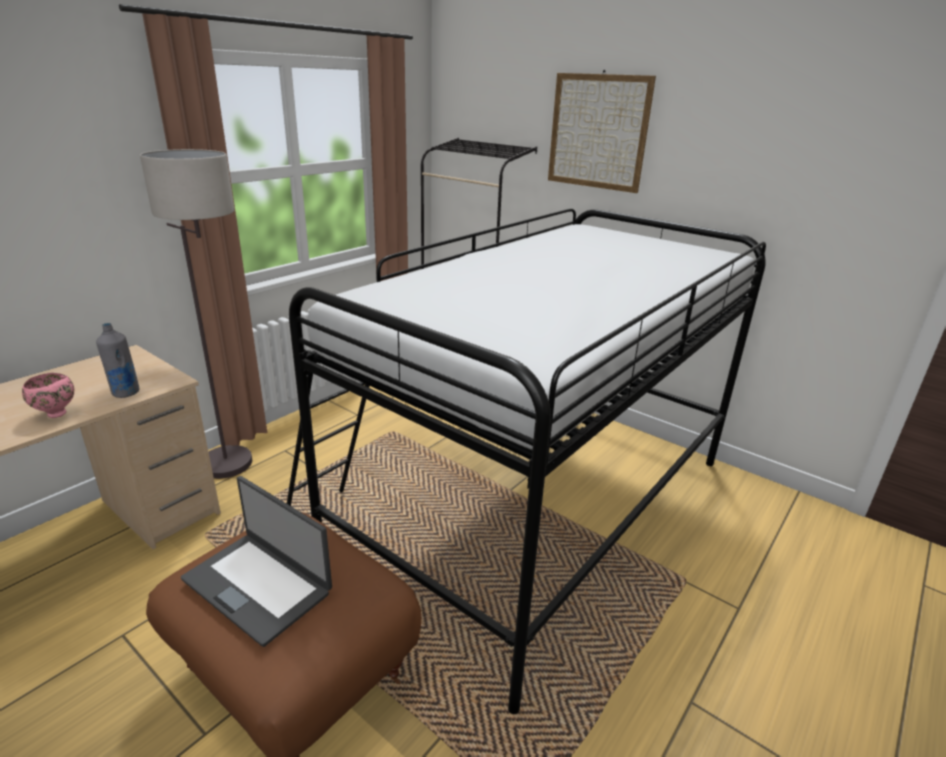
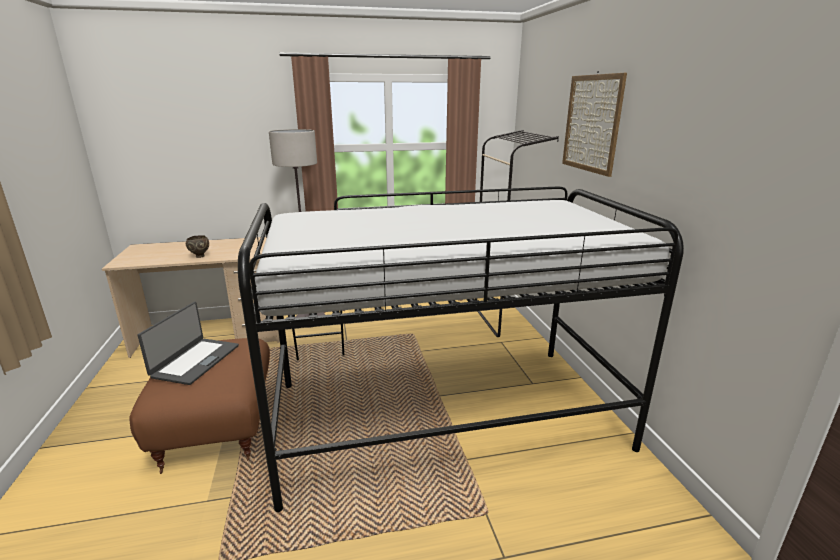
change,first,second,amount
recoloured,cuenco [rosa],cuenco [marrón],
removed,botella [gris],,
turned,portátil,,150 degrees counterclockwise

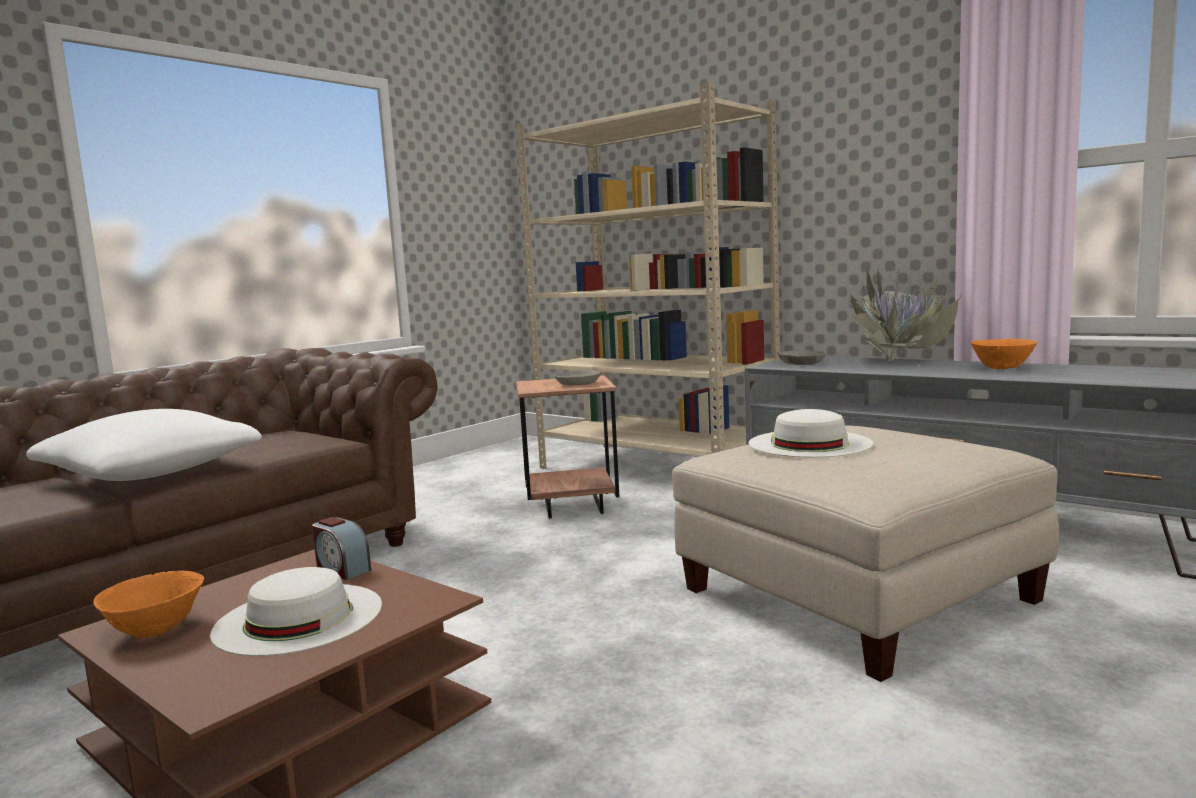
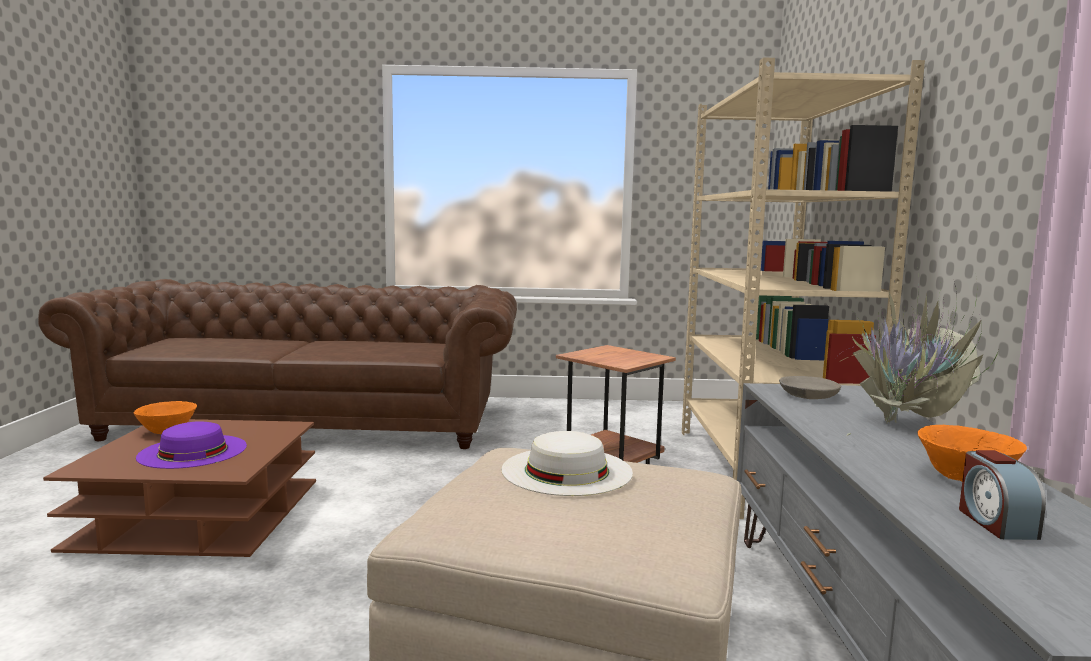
change,first,second,amount
removed,cojín [blanco],,
recoloured,sombrero [blanco] (1st from left),sombrero [morado],
moved,despertador,,
removed,cuenco [gris] (1st from left),,

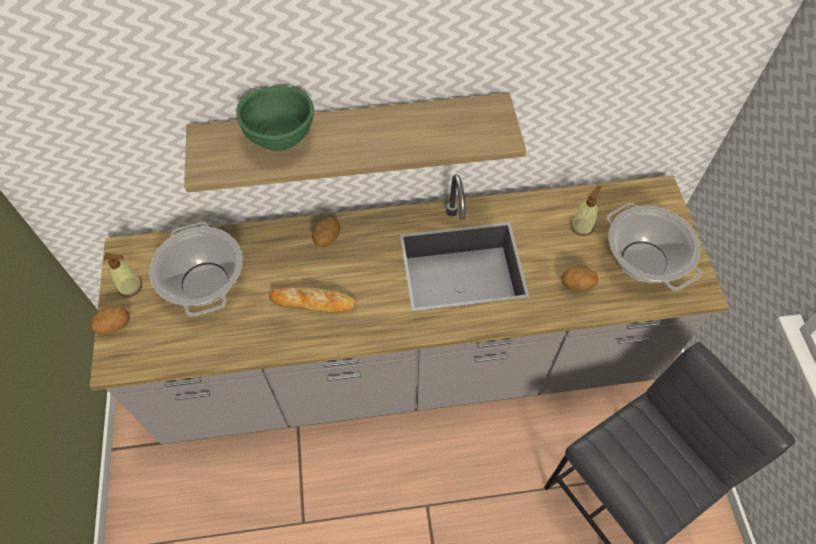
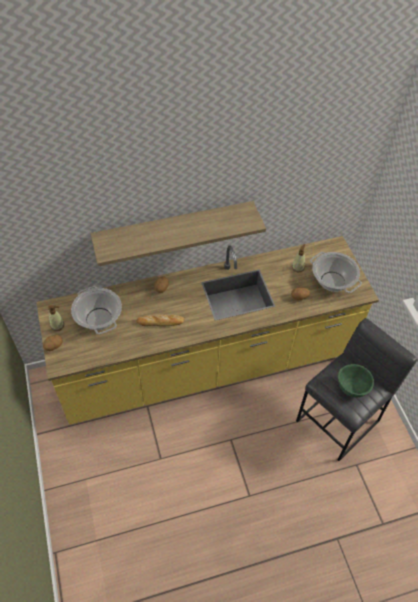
change,first,second,amount
recoloured,mueble bajo de cocina [gris],mueble bajo de cocina [amarillo],
moved,cuenco [verde],,

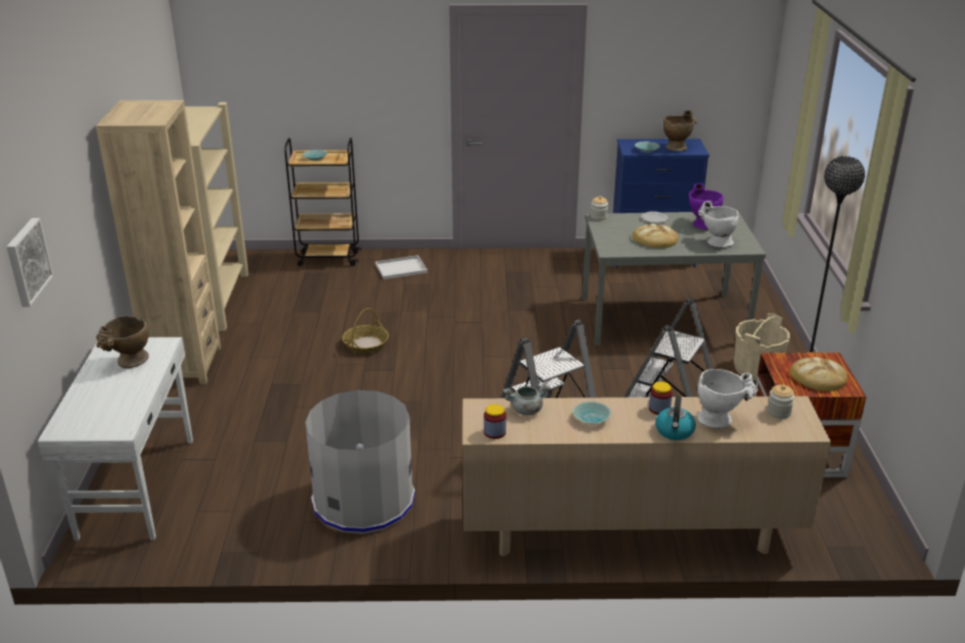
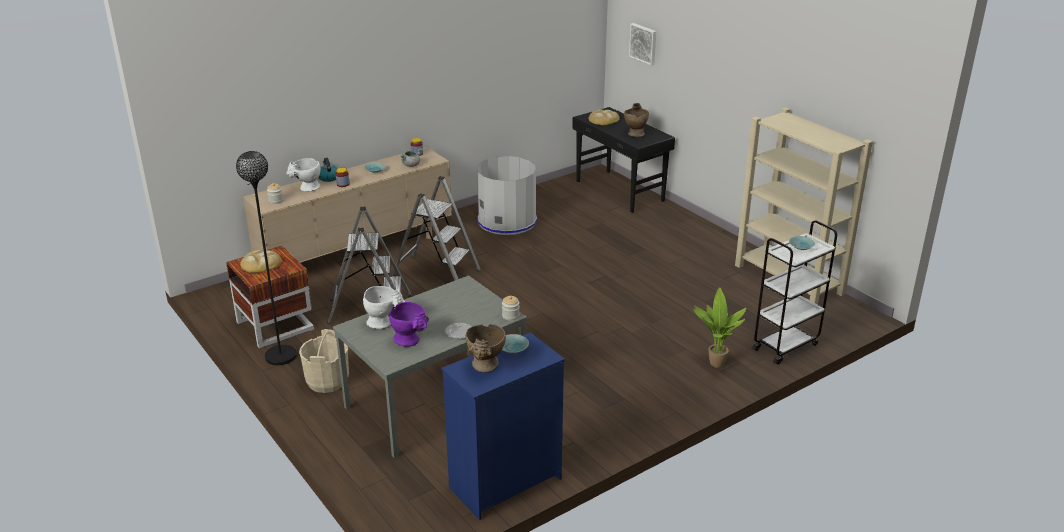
change,first,second,amount
recoloured,mesa consola [blanco],mesa consola [negro],
removed,estantería [beis] (1st from left),,
recoloured,carrito [marrón],carrito [blanco],
removed,cesta,,
replaced,bandeja [blanco],planta en maceta,
moved,pan (1st from left in the first image),pan (2nd from left),

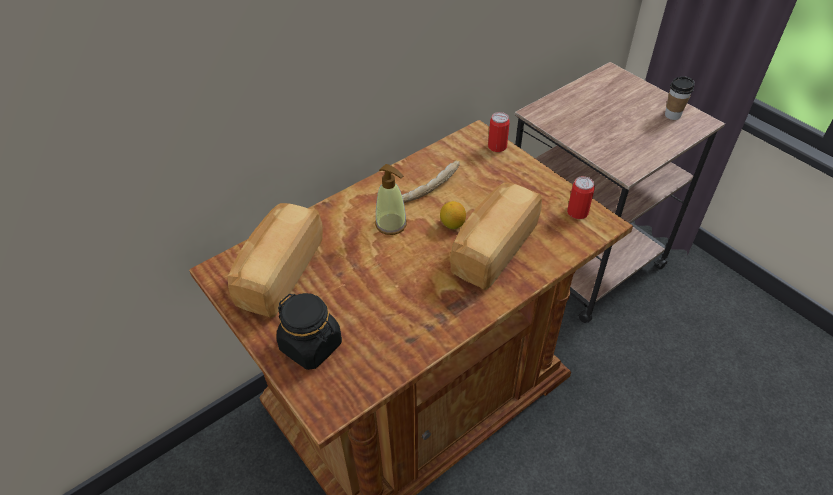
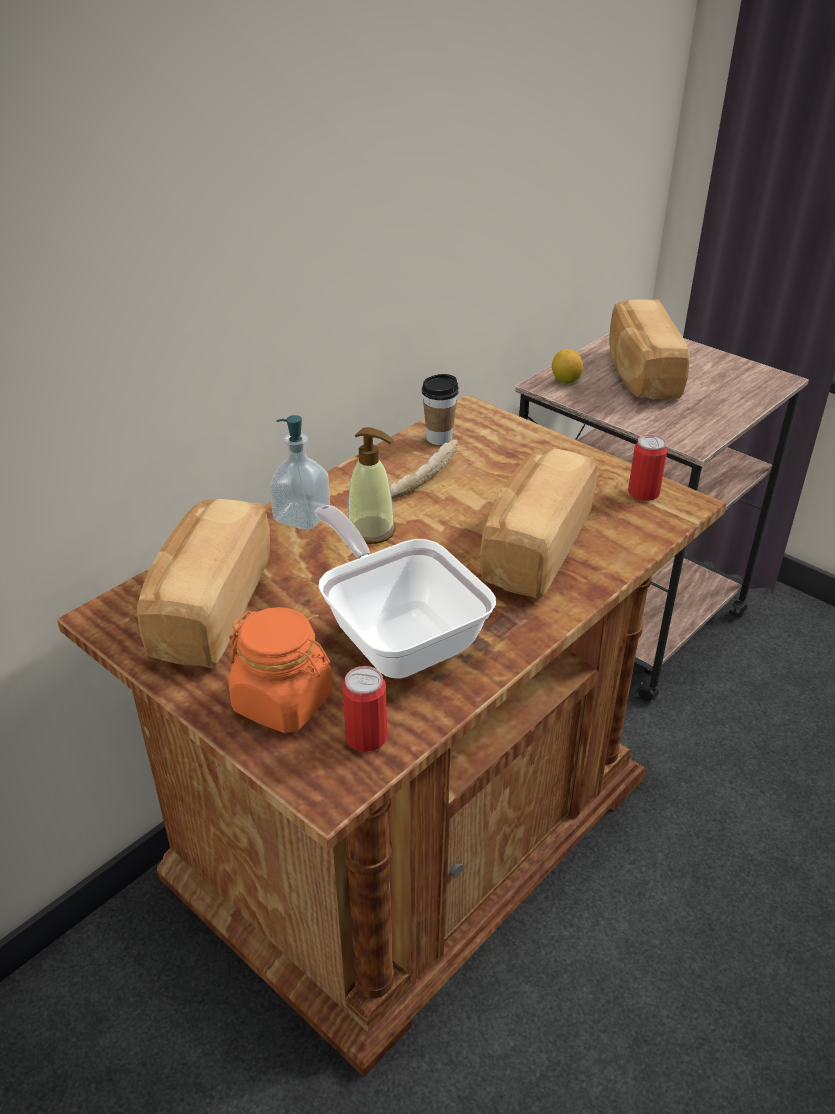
change,first,second,amount
recoloured,tarro [negro],tarro [naranja],
moved,limón,,
moved,lata (1st from left),,
moved,taza,,
added,,dispensador de jabón (1st from left),
added,,sartén,
added,,pan (4th from left),

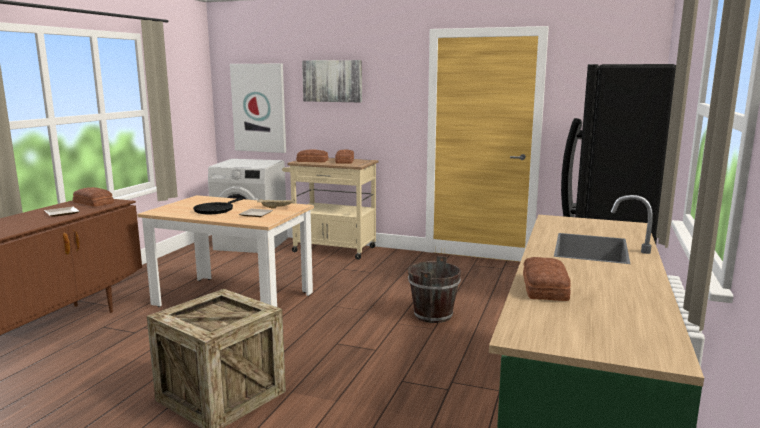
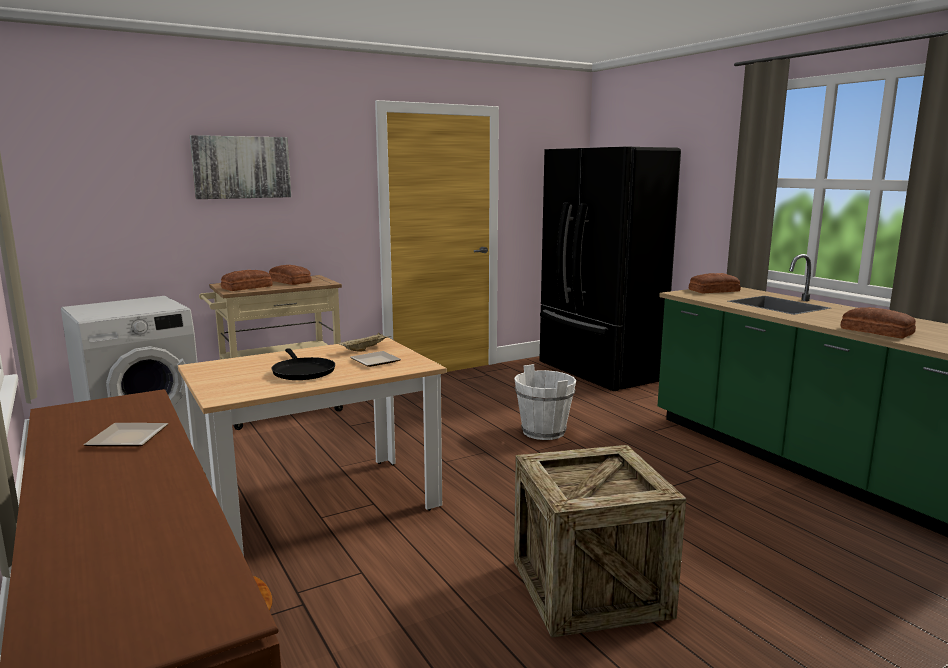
change,first,second,amount
moved,pan (1st from left in the first image),pan (3rd from left),
removed,cuadro (1st from left),,
recoloured,cubo [marrón],cubo [blanco],

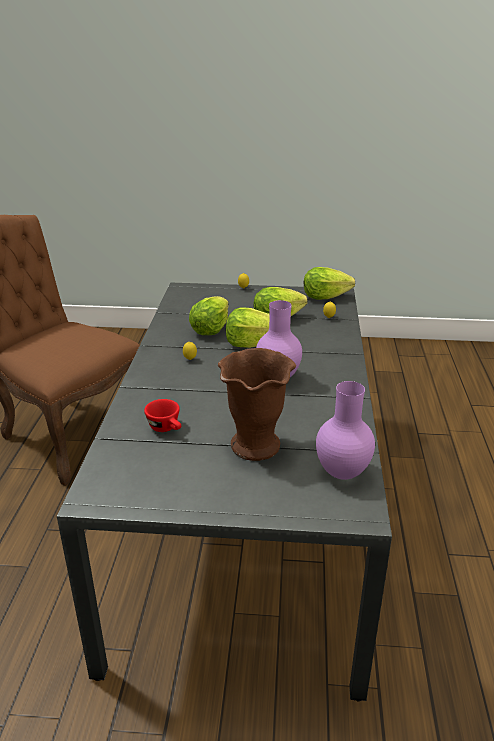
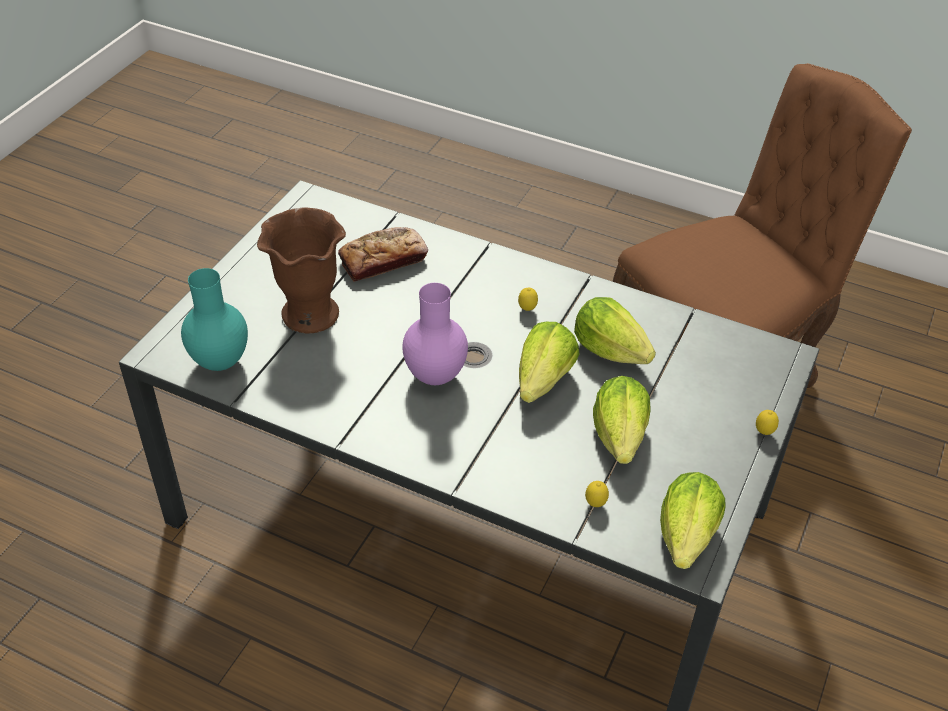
change,first,second,amount
replaced,taza [rojo],pan,
recoloured,florero [morado] (2nd from left),florero [turquesa],

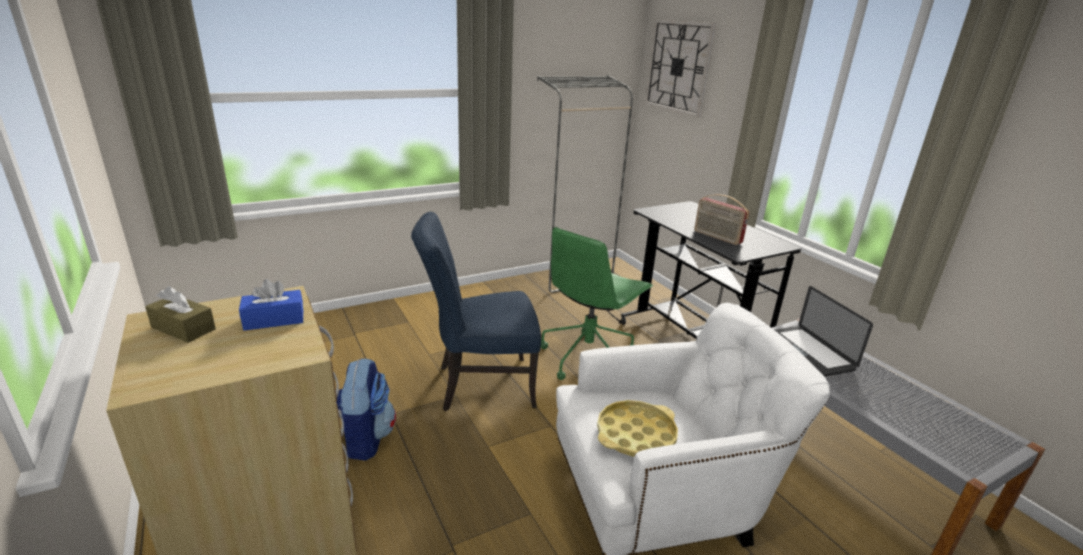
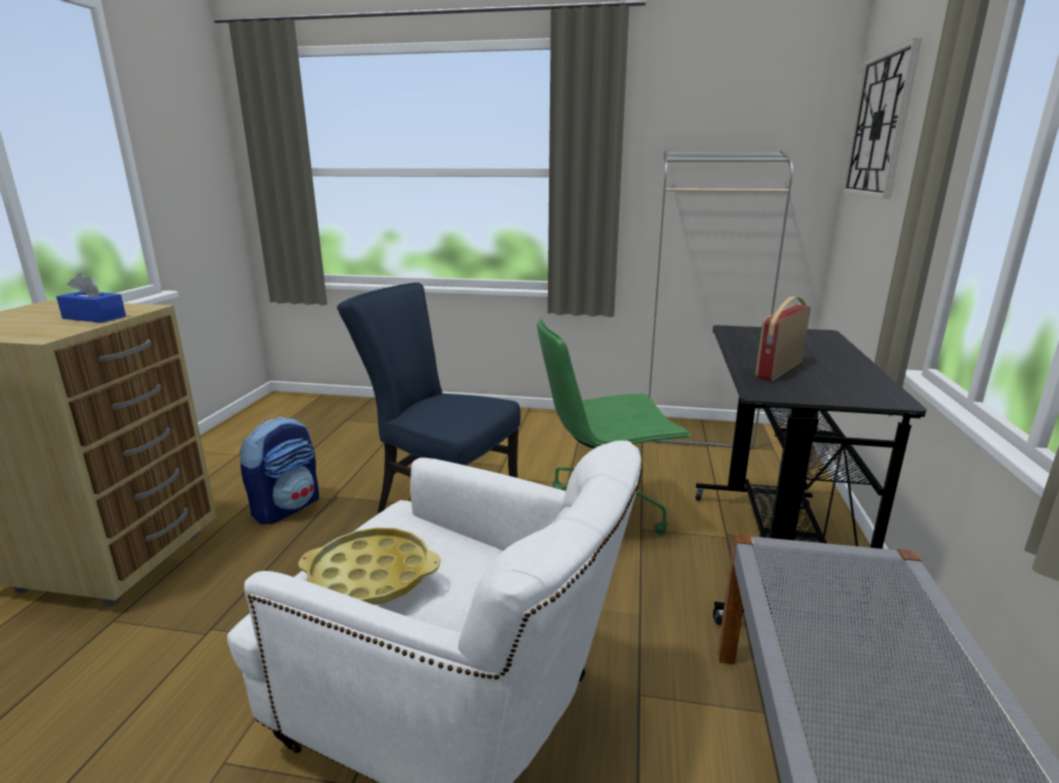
change,first,second,amount
removed,caja de pañuelos [marrón],,
turned,radio,,45 degrees clockwise
removed,portátil,,

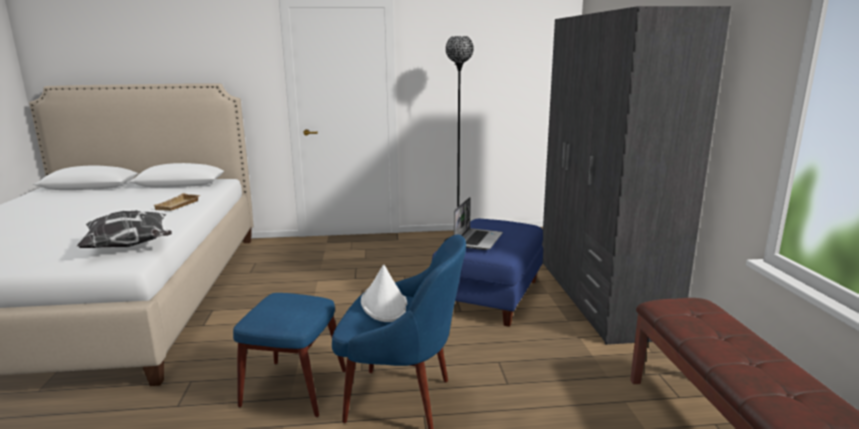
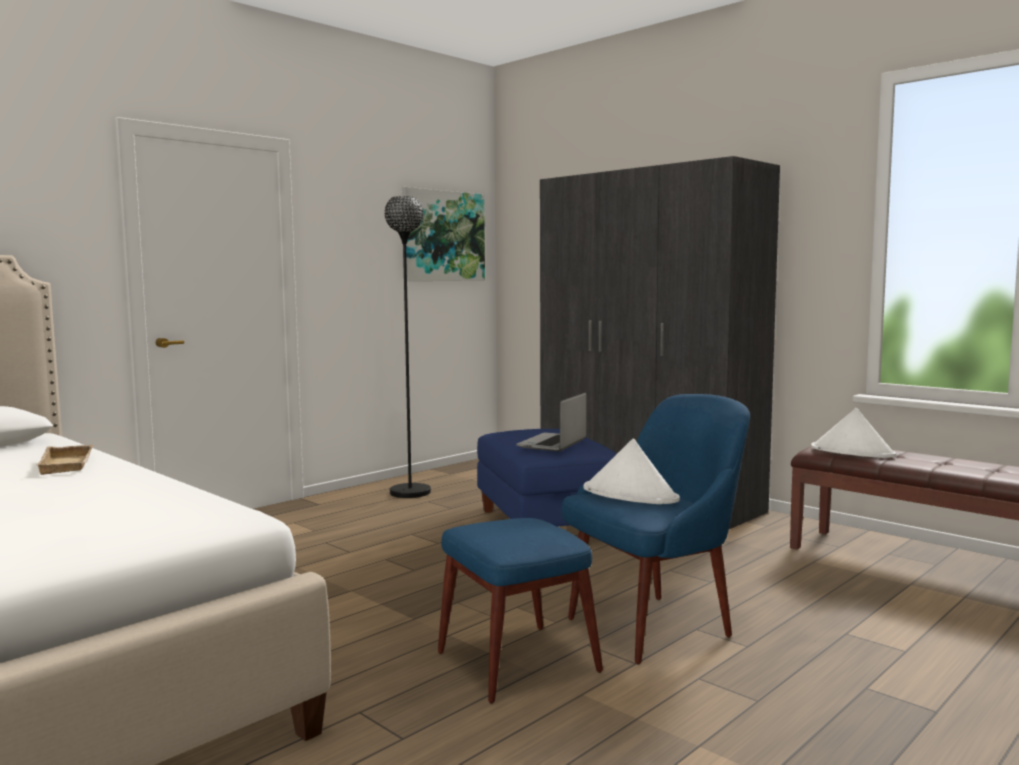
change,first,second,amount
removed,cojín,,
turned,portátil,,135 degrees counterclockwise
added,,cuadro,
added,,sombrero [blanco] (2nd from left),

